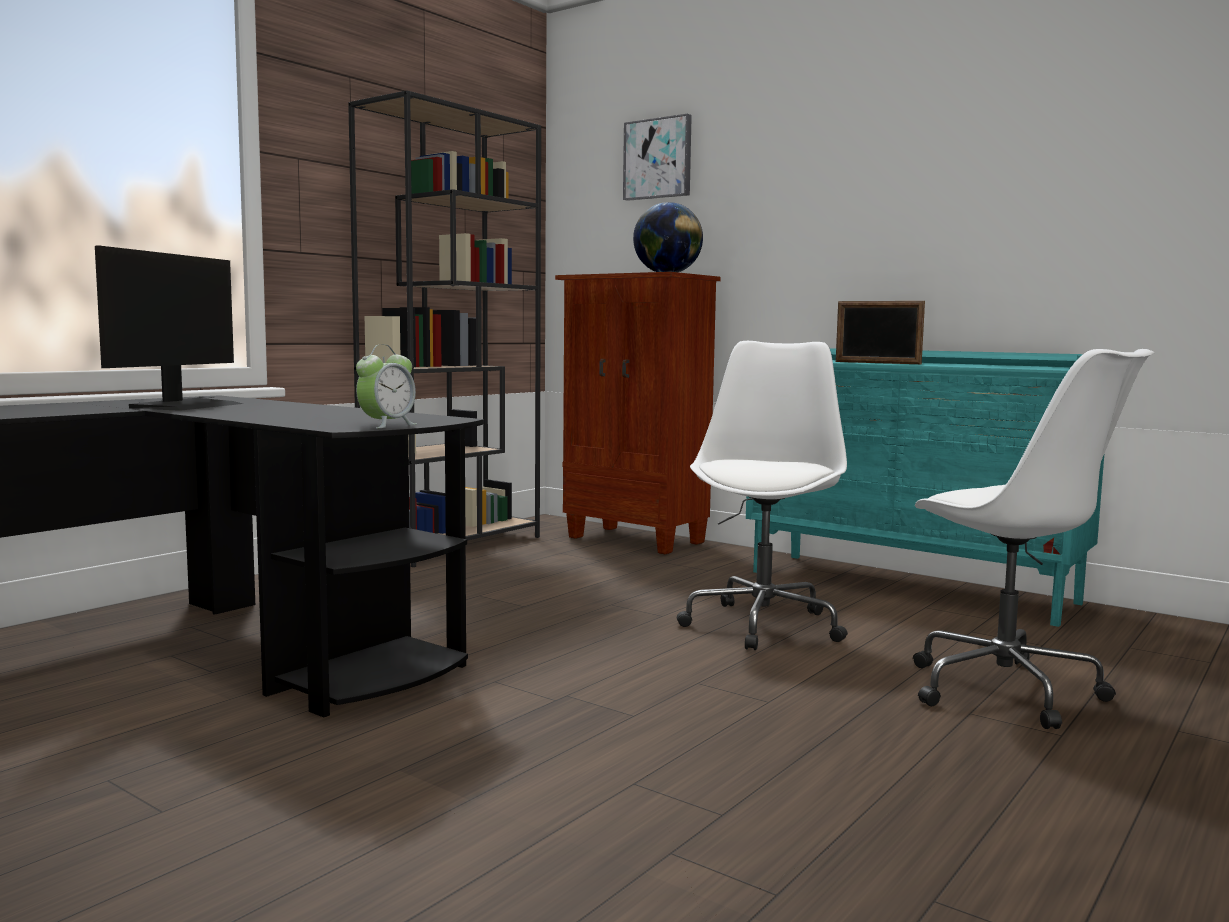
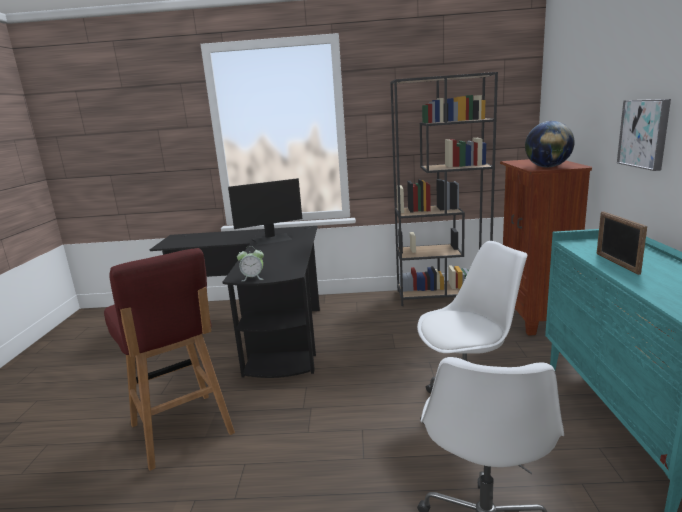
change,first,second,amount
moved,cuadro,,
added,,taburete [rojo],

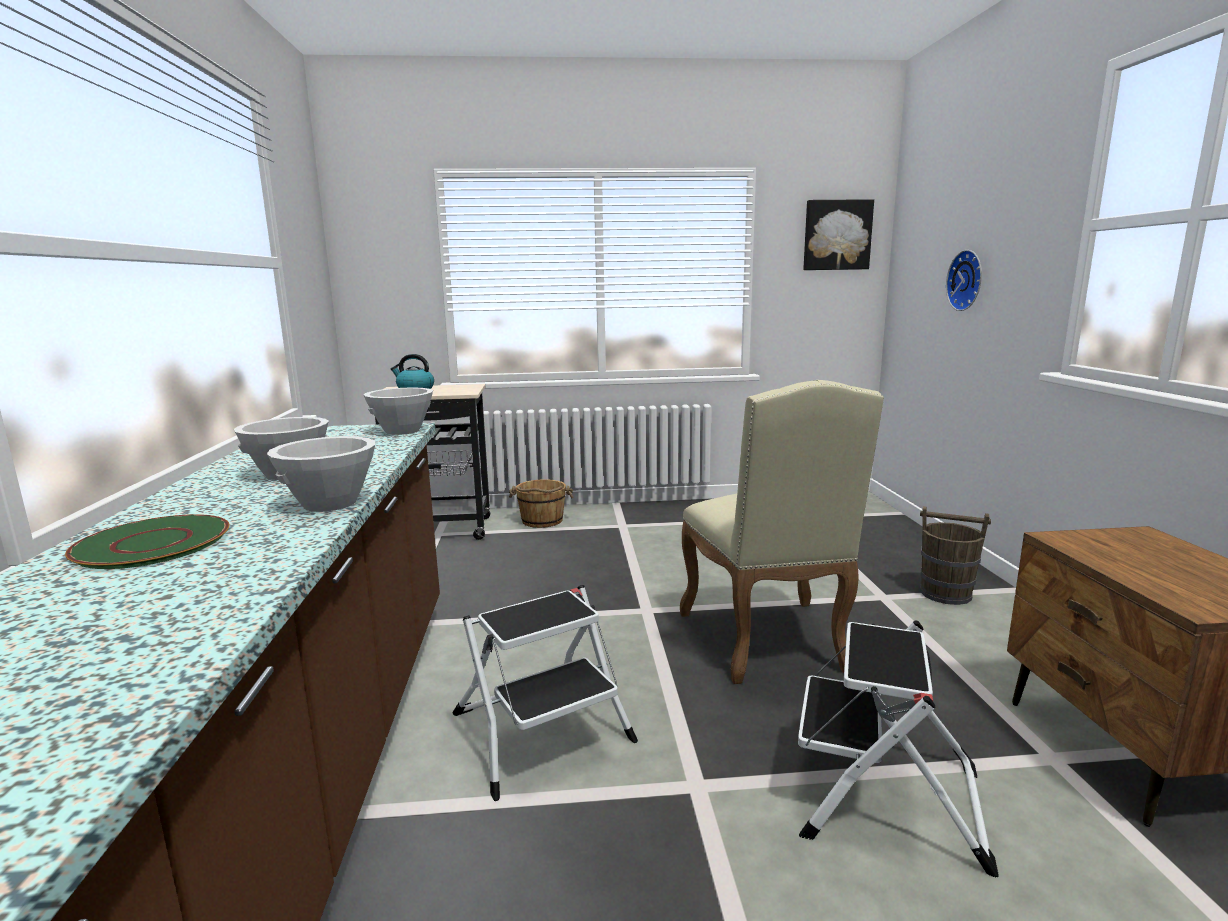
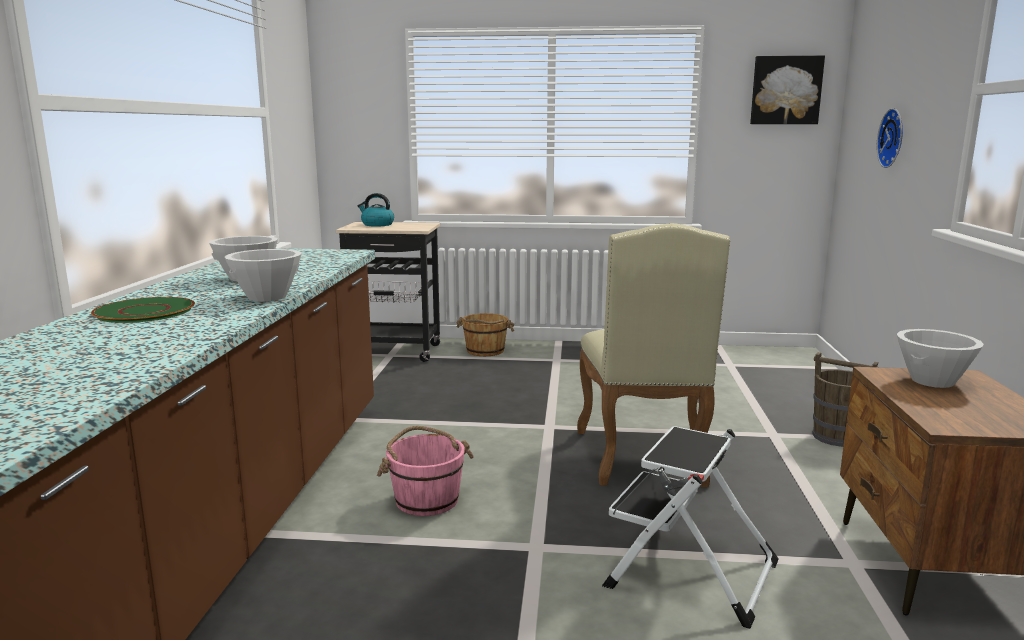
change,first,second,amount
moved,cuenco [blanco] (3rd from left),,
replaced,escalera de tijera (1st from left),cubo [rosa],

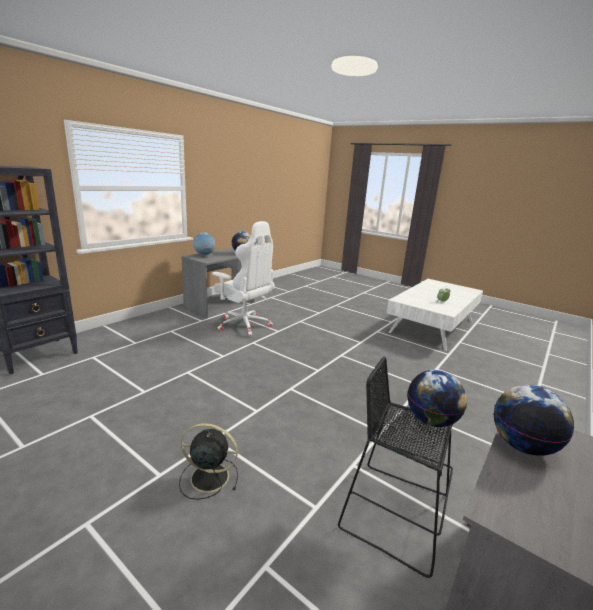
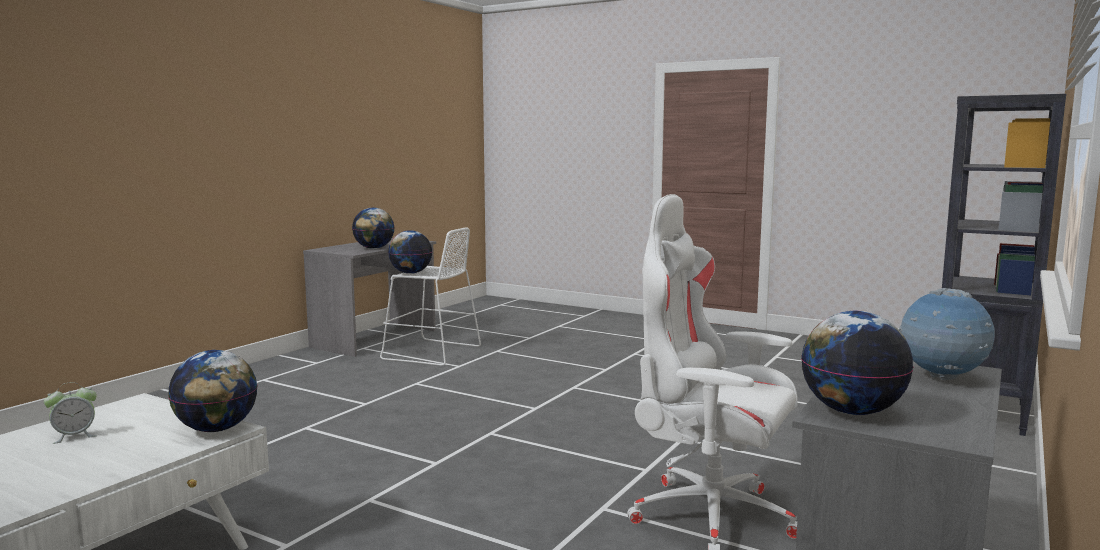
change,first,second,amount
removed,ventilador [negro],,
recoloured,taburete [negro],taburete [blanco],
added,,globo terráqueo (1st from left),

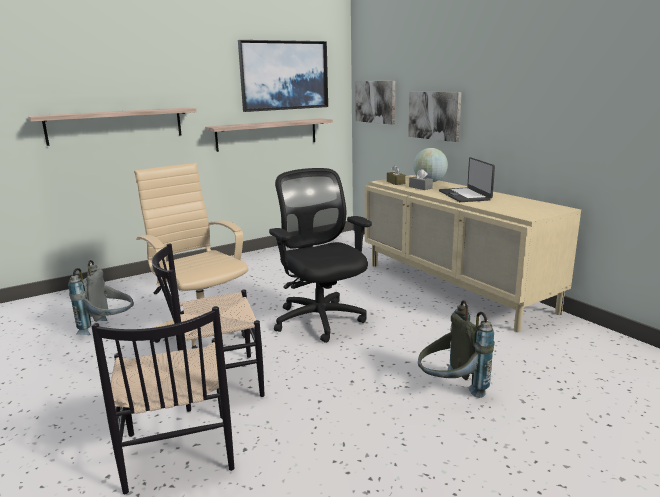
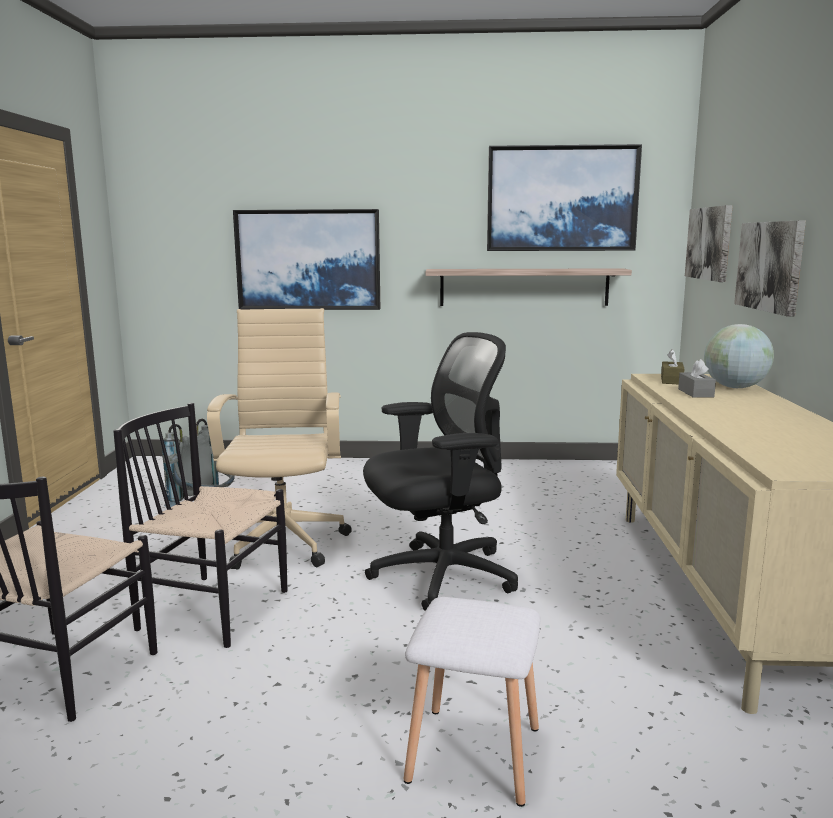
change,first,second,amount
replaced,estante (1st from left),cuadro (1st from left),
turned,silla de oficina [negro],,60 degrees clockwise
replaced,mochila [gris] (2nd from left),taburete [blanco],
removed,portátil,,

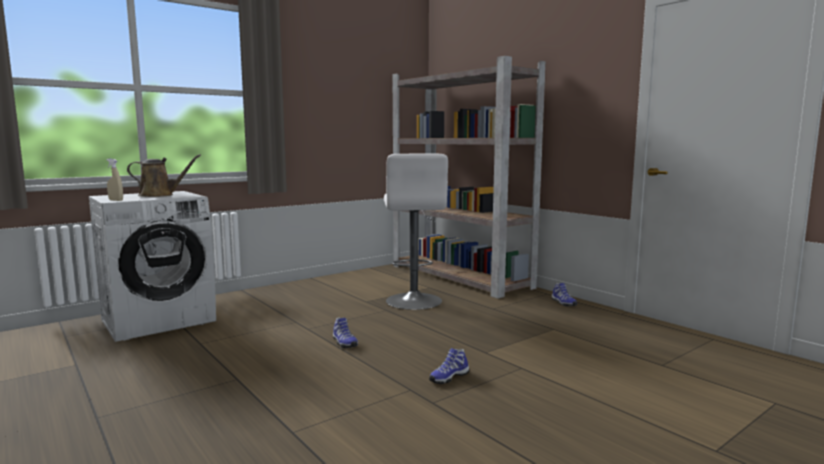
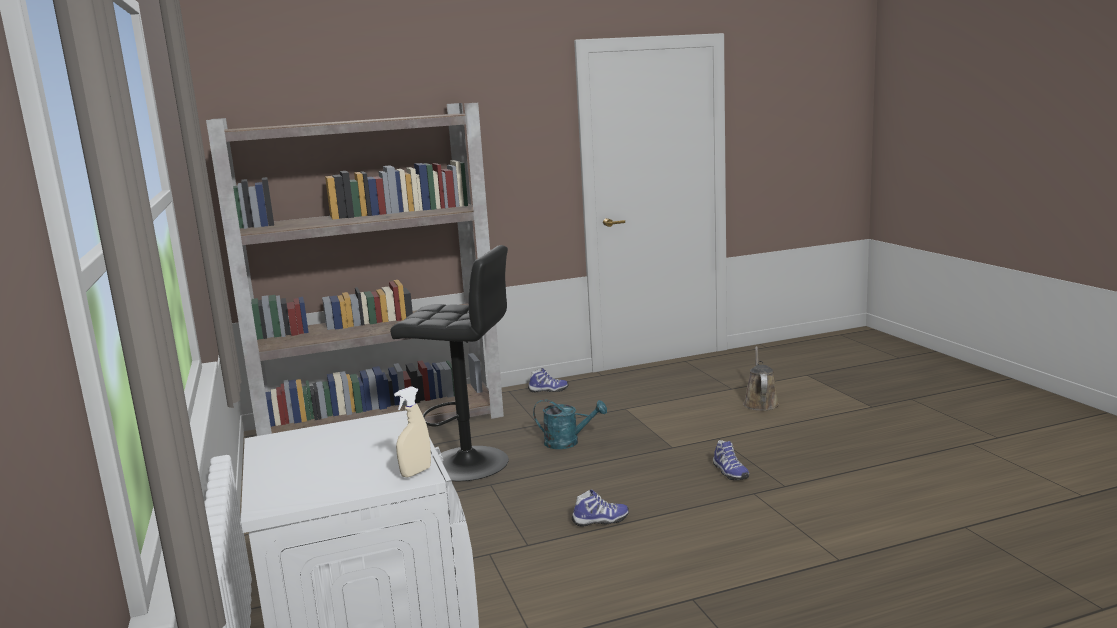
change,first,second,amount
moved,regadera [marrón],,
recoloured,taburete [blanco],taburete [negro],
added,,regadera [turquesa],

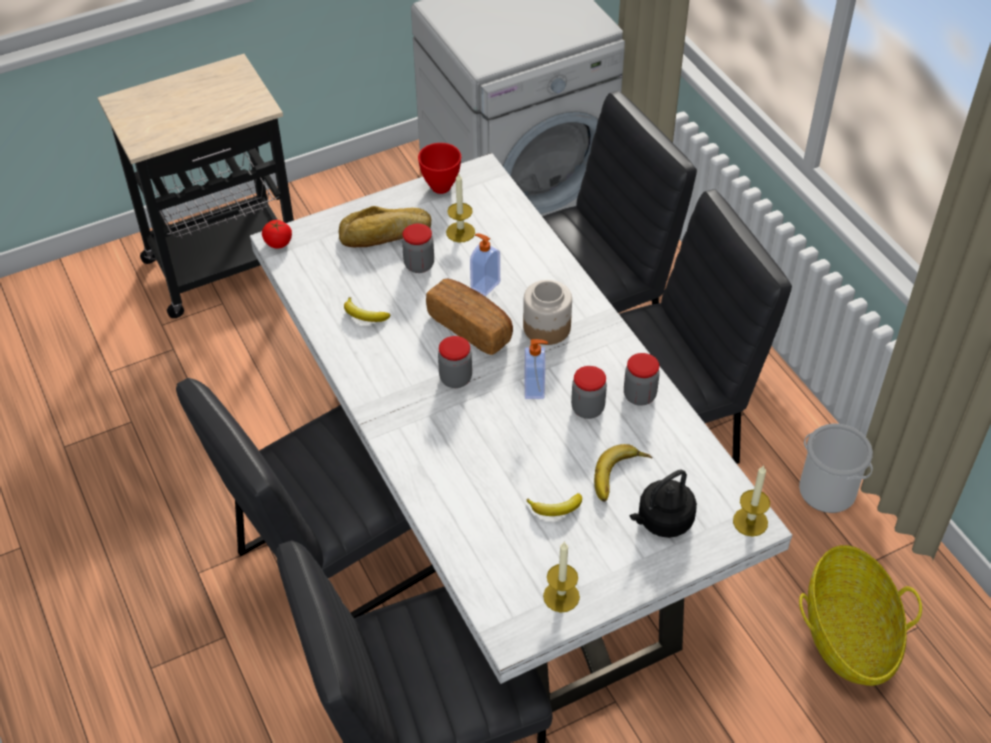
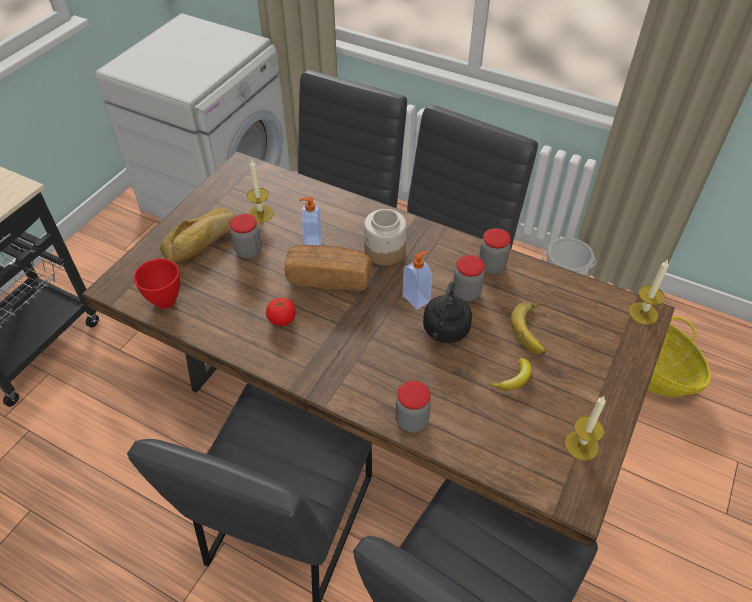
change,first,second,amount
recoloured,mesa de comedor [blanco],mesa de comedor [marrón],
moved,tomate,,
removed,plátano (1st from left),,
moved,cuenco [rojo],,
moved,tarro (2nd from left in the first image),tarro (3rd from left),
moved,hervidor [negro],,

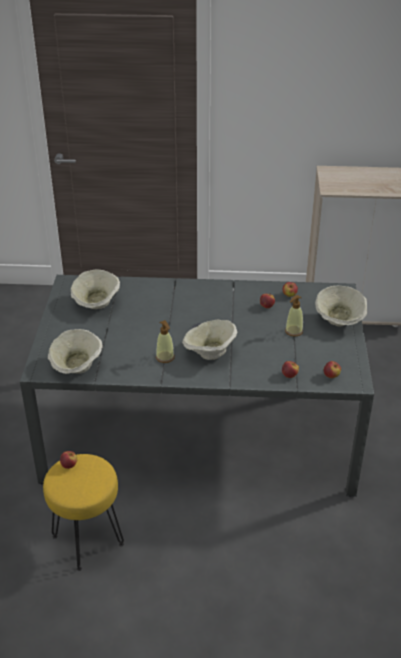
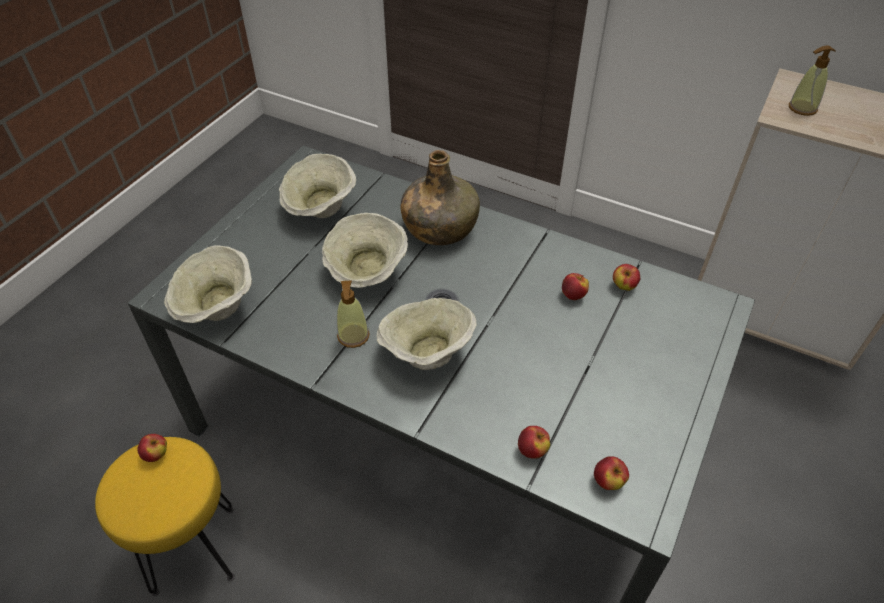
change,first,second,amount
moved,dispensador de jabón (2nd from left),,
moved,cuenco [beis] (4th from left in the first image),cuenco [beis] (3rd from left),
added,,botella [verde],

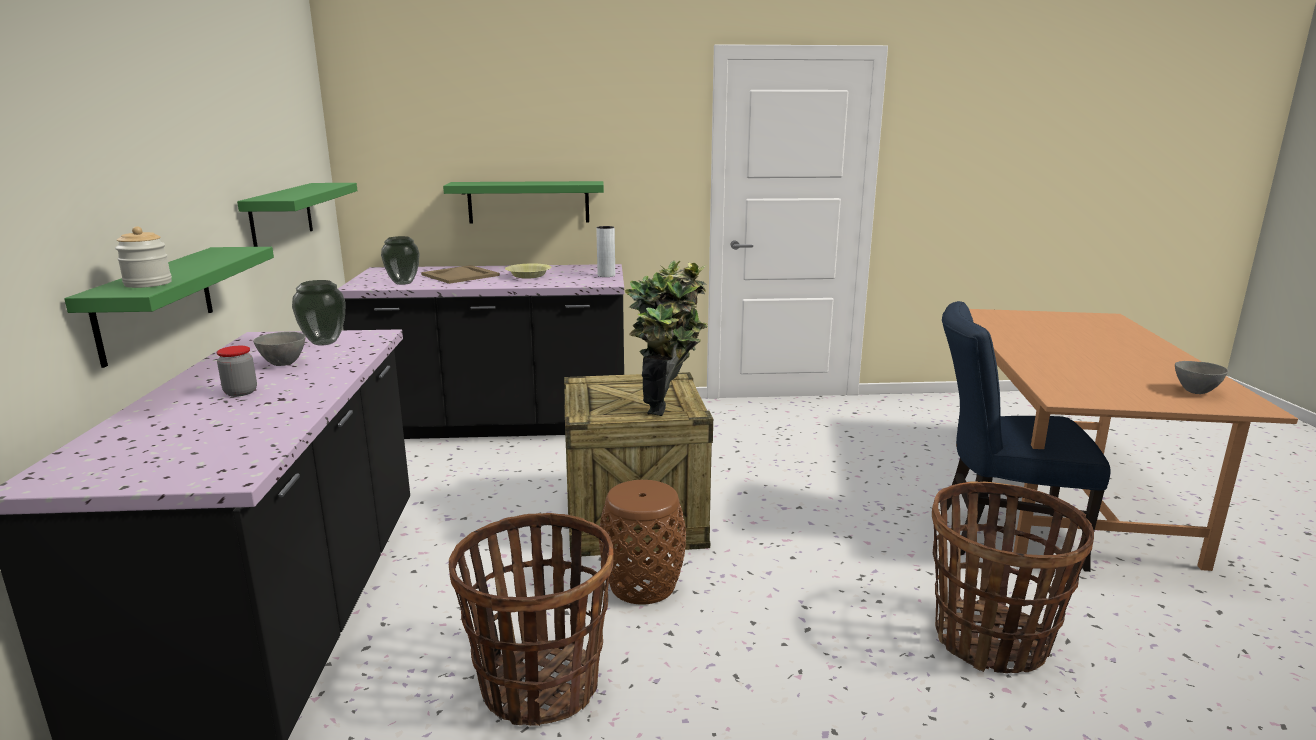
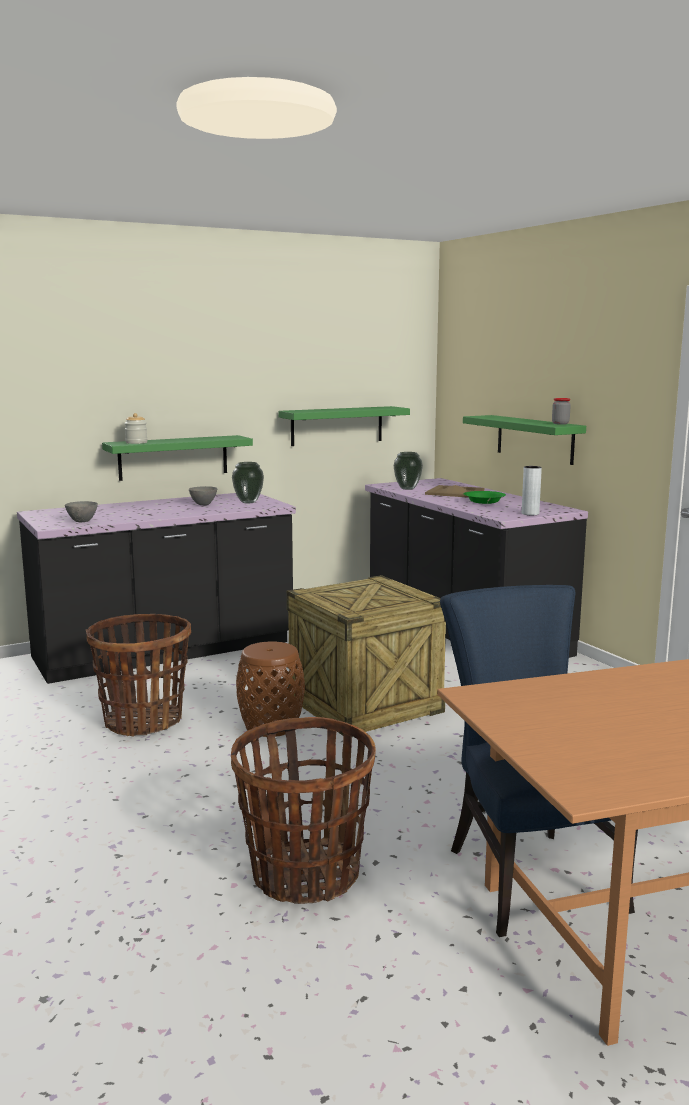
change,first,second,amount
moved,tarro (2nd from left),,
recoloured,cuenco [amarillo],cuenco [verde],
removed,planta en maceta,,
moved,cuenco [gris] (2nd from left in the first image),cuenco [gris] (1st from left),

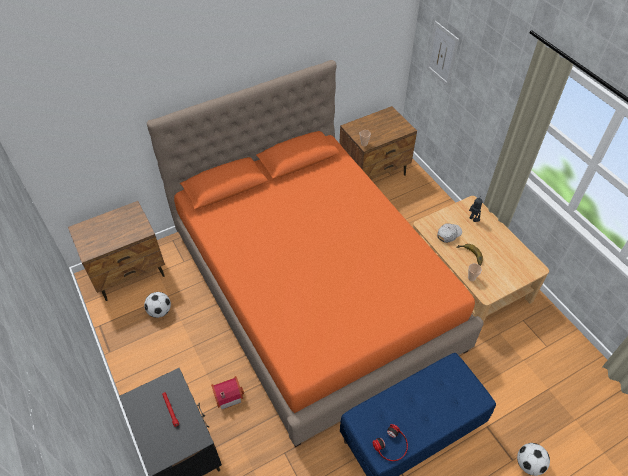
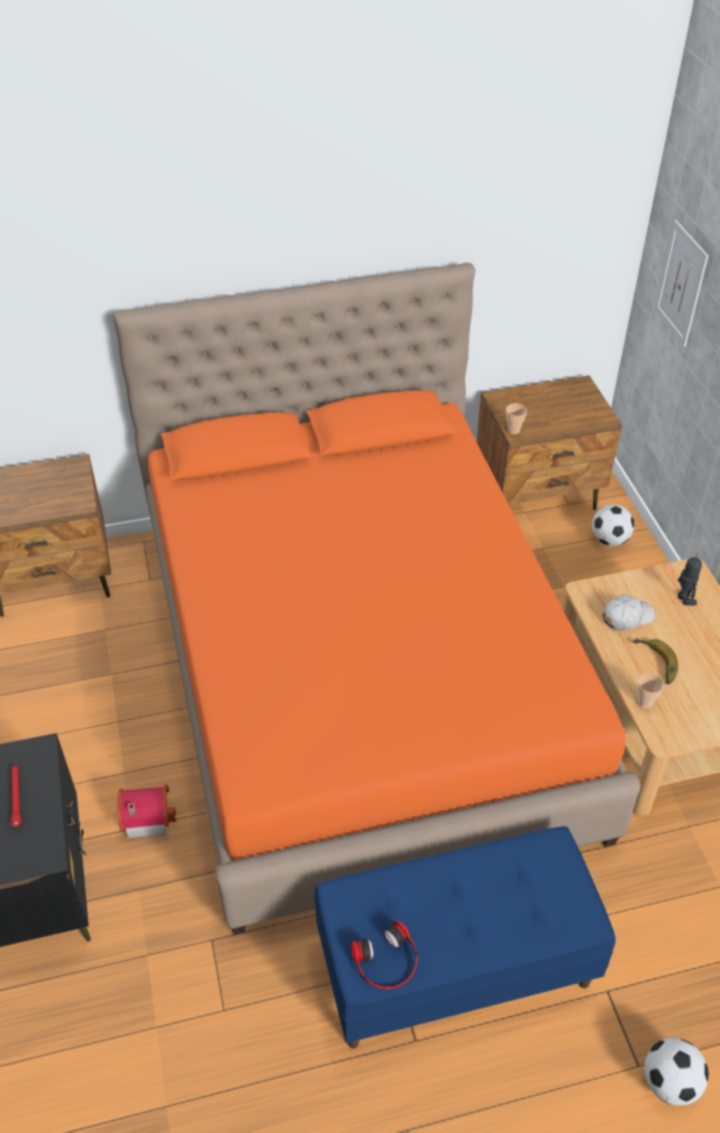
change,first,second,amount
moved,balón de fútbol (1st from left),,

